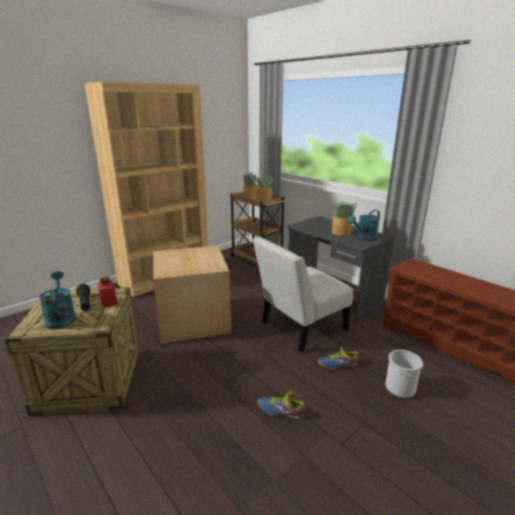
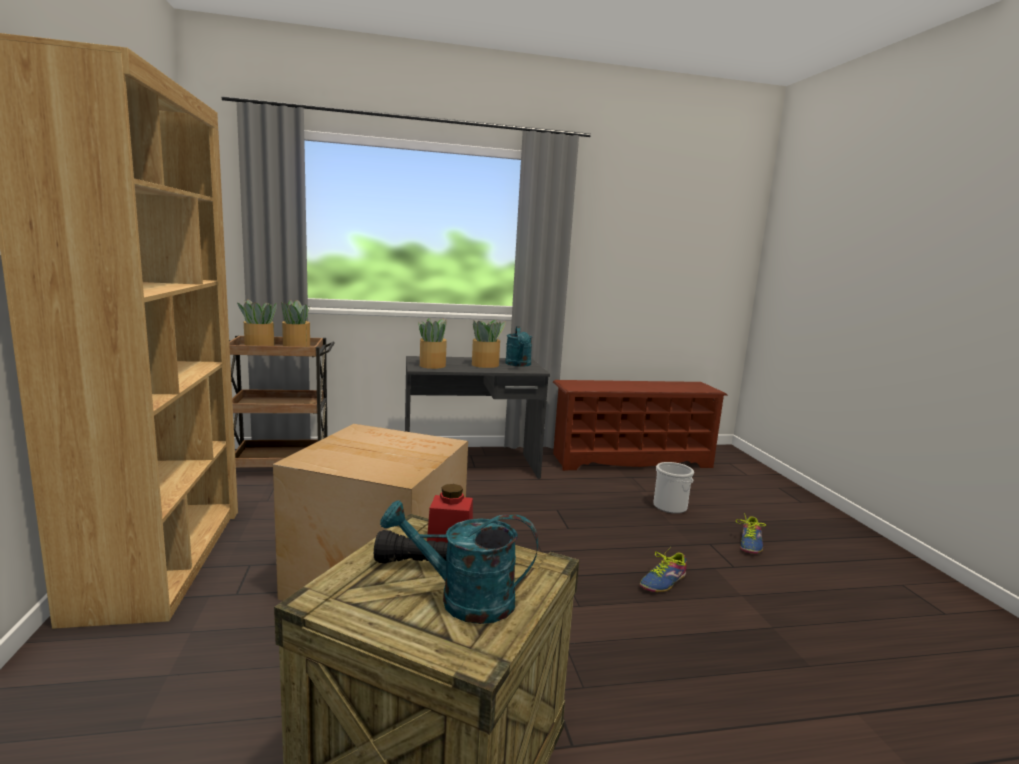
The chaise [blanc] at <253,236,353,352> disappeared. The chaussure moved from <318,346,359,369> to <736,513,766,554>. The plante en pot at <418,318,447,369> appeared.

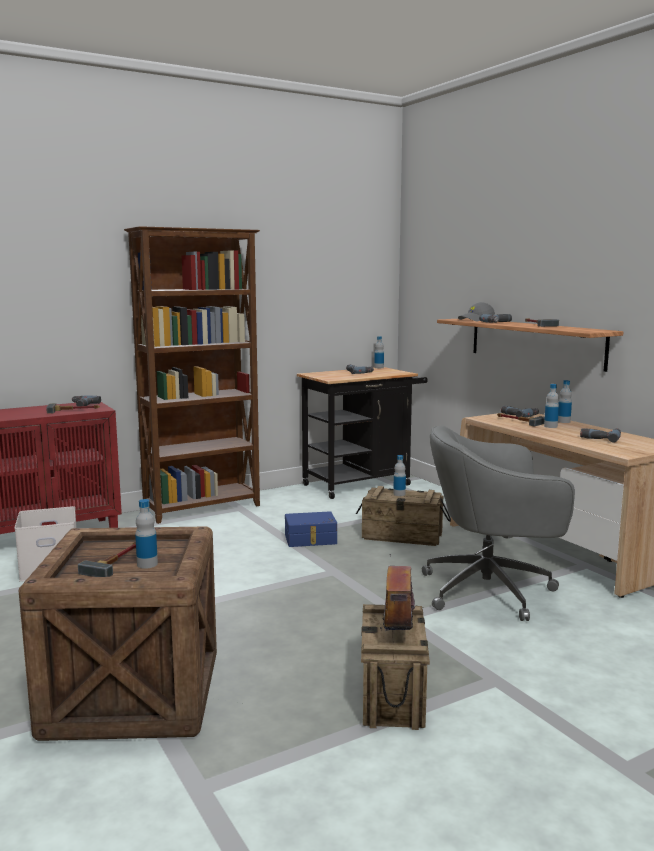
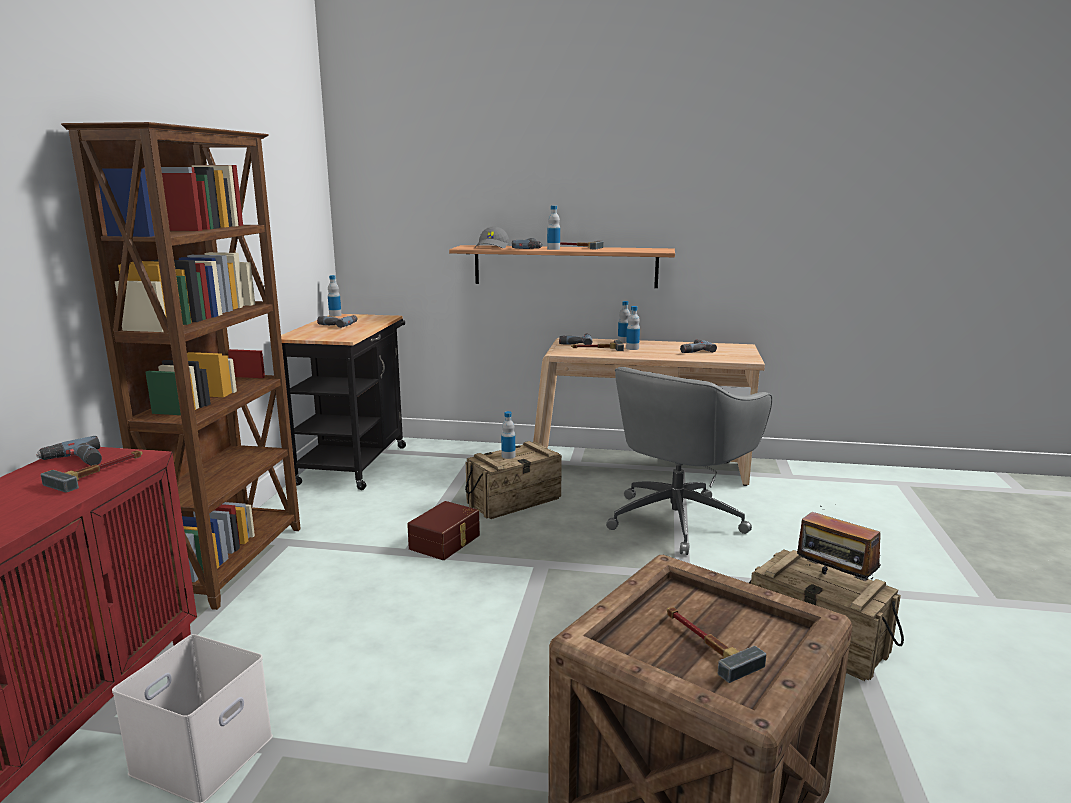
The bouteille moved from <135,499,158,569> to <547,205,560,250>. The boîte de rangement [bleu] at <285,511,337,547> became the boîte de rangement [marron] at <407,501,480,560>.

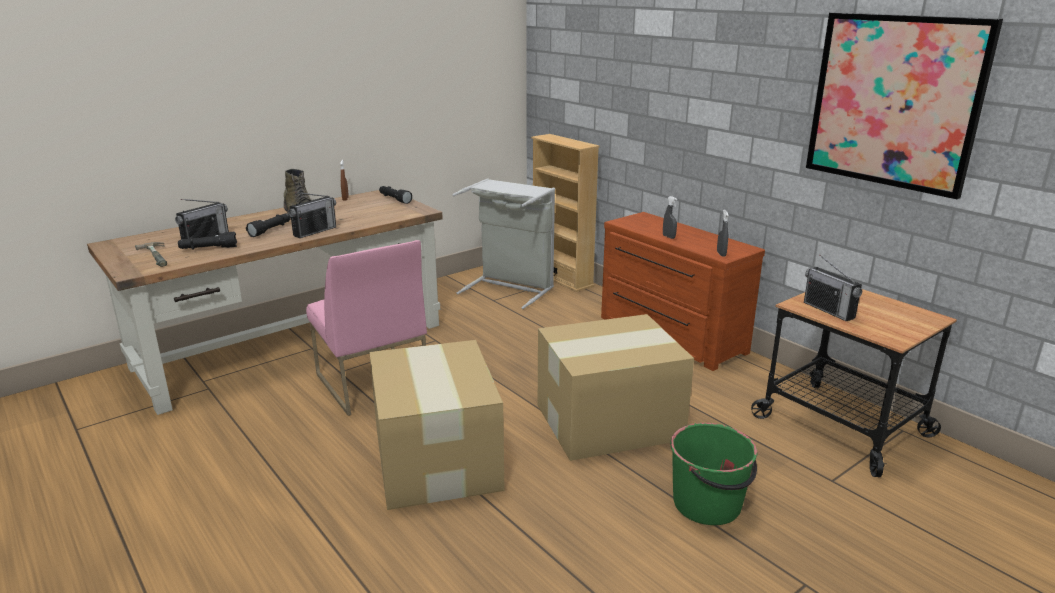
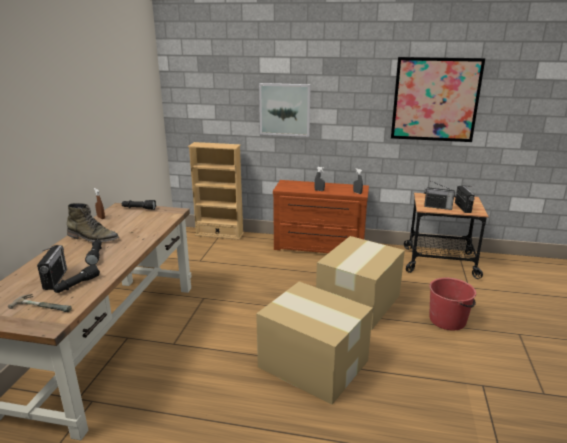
The panier à linge [gris] at <452,178,555,309> disappeared. The radio moved from <289,192,336,238> to <455,185,475,213>. The chaise [rose] at <306,240,427,416> disappeared. The seau [vert] at <670,423,757,525> became the seau [rouge] at <429,278,476,331>. The tableau at <259,83,311,137> appeared.

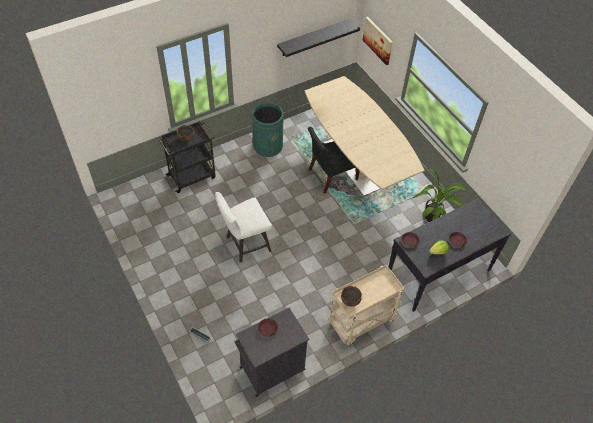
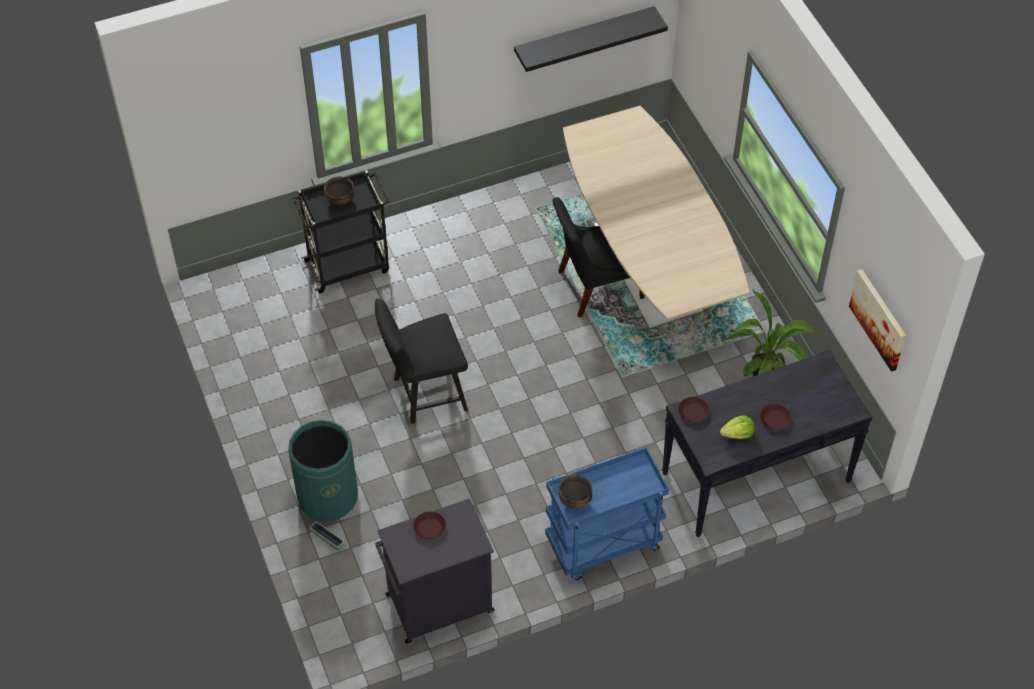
The tableau moved from <363,17,393,65> to <849,269,906,372>. The poubelle [vert] moved from <252,103,284,157> to <288,420,358,521>. The tabouret [blanc] at <215,192,272,262> was replaced by the chaise [noir] at <375,299,468,424>. The chariot [beige] at <328,264,405,345> became the chariot [bleu] at <545,447,669,580>.

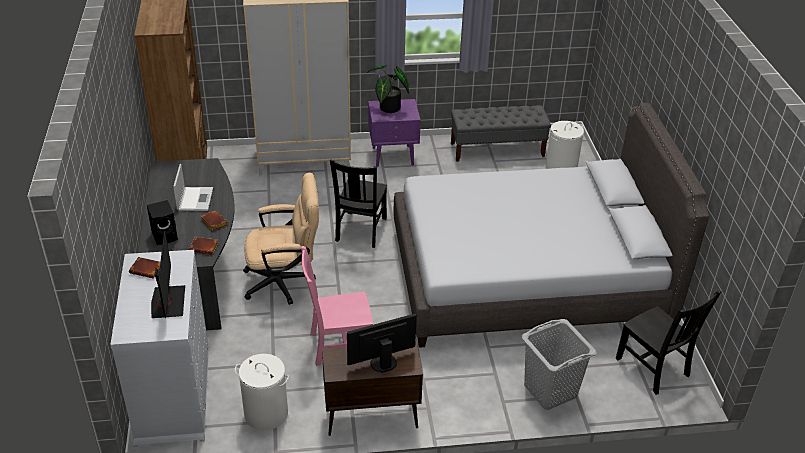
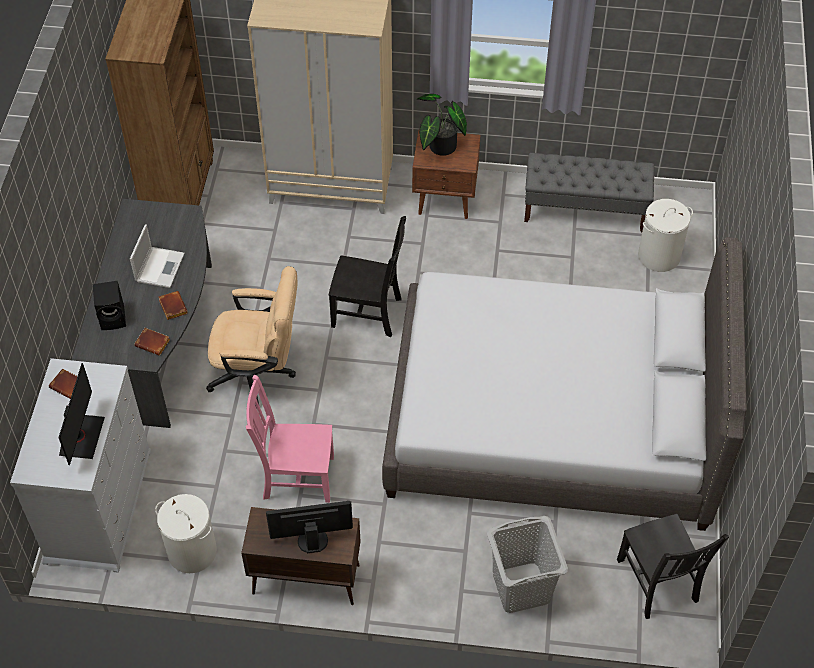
The table de chevet [violet] at <368,99,421,167> became the table de chevet [marron] at <412,129,481,219>. The chaise [noir] at <330,160,387,248> turned 105 degrees counterclockwise.

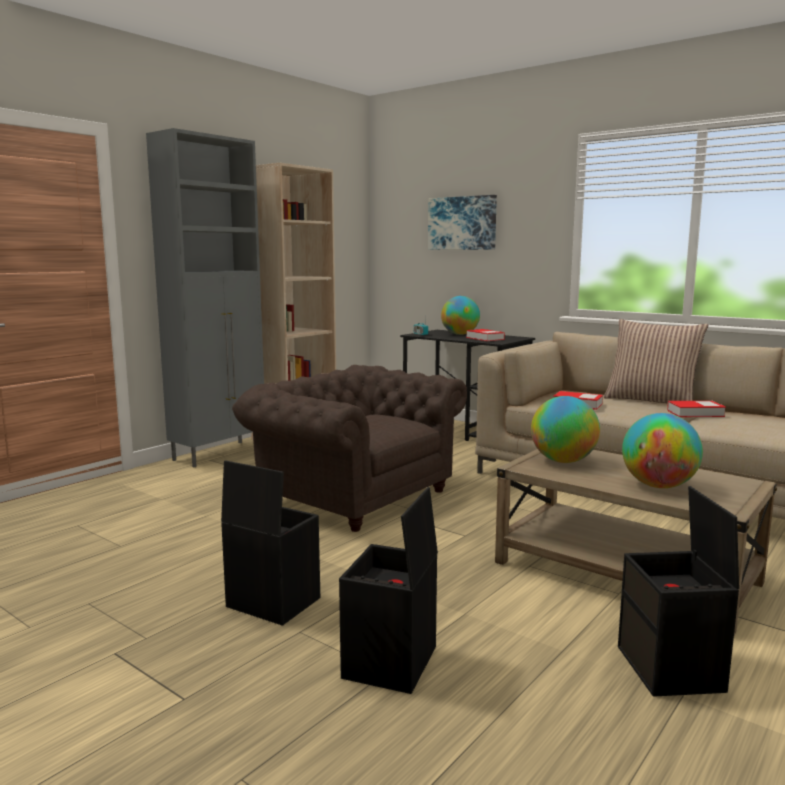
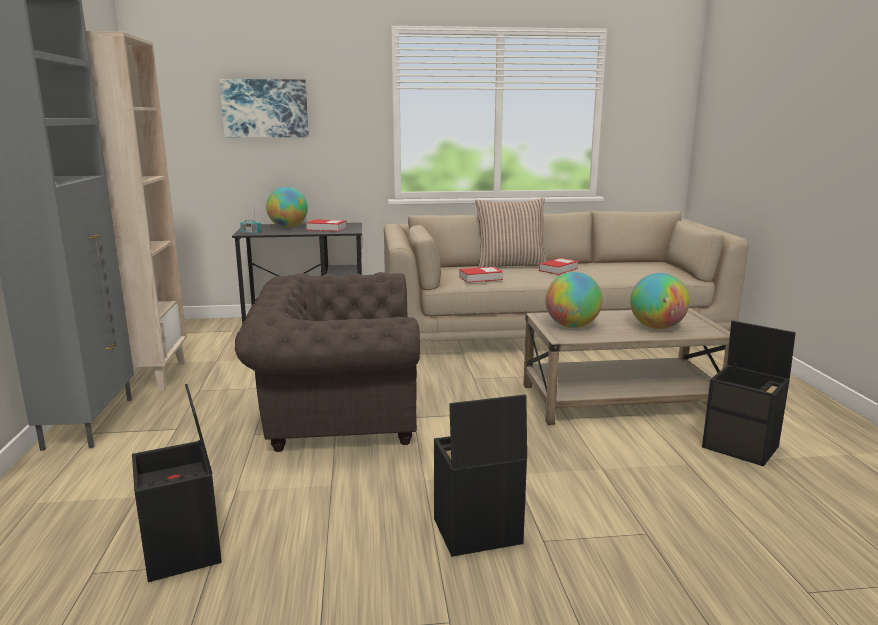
The boîte de rangement [noir] moved from <339,487,438,694> to <132,384,222,582>.

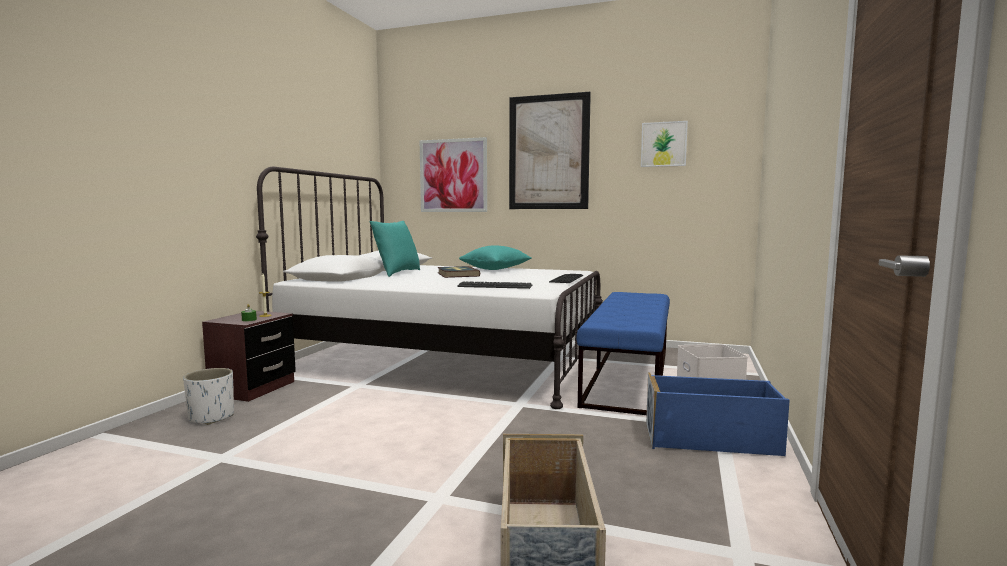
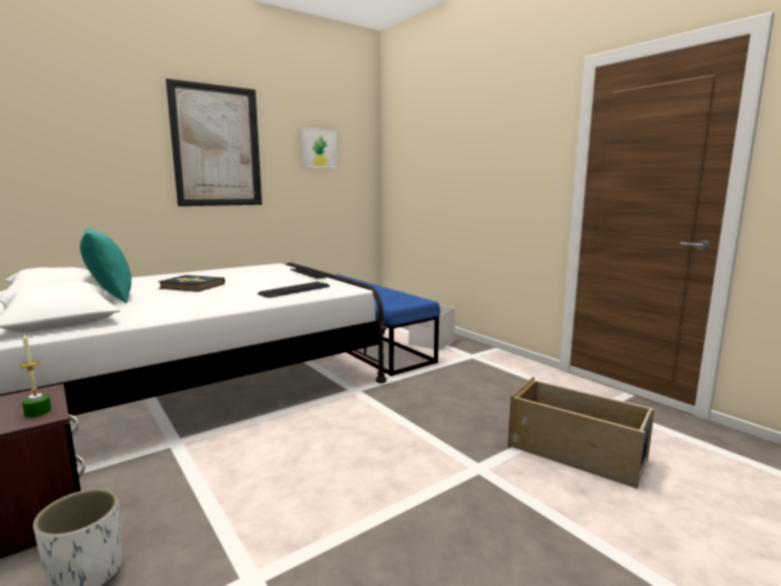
The tableau at <420,137,487,212> disappeared. The coussin [turquoise] at <459,245,532,270> disappeared. The boîte de rangement [bleu] at <646,372,790,456> disappeared.

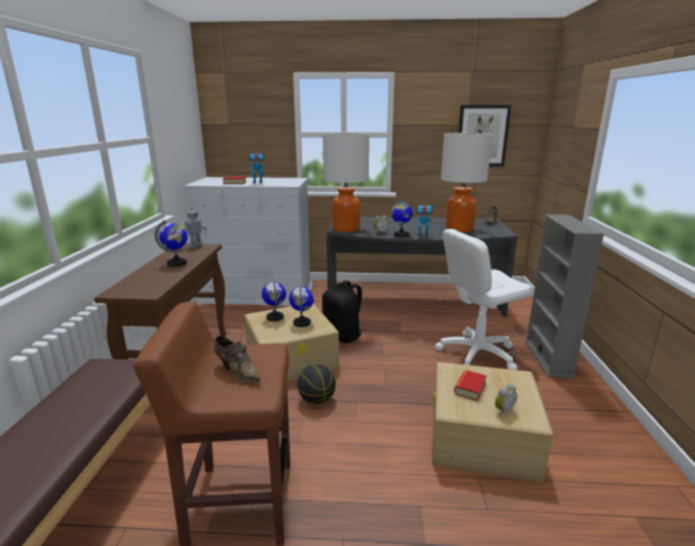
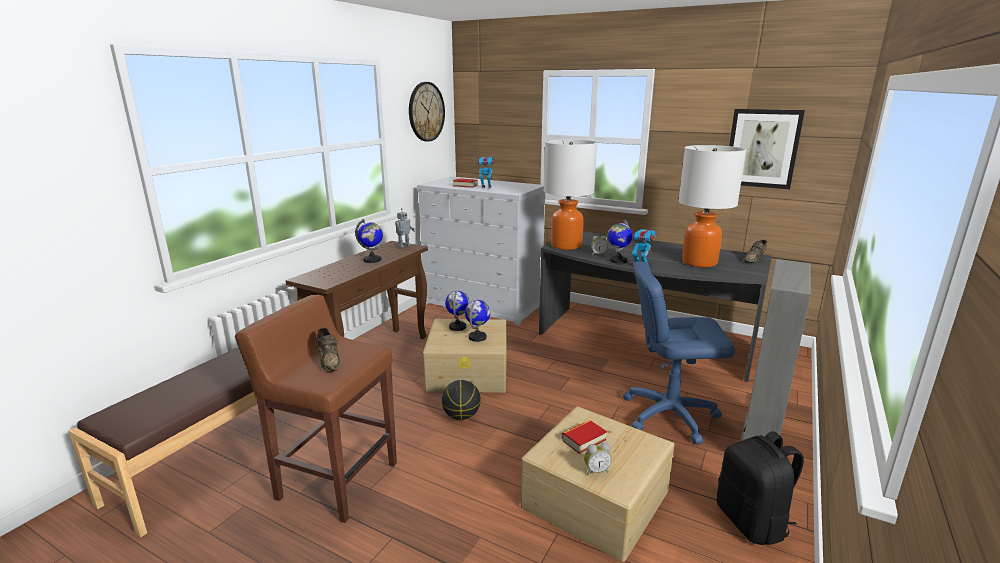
The chaise de bureau [blanc] at <435,229,532,370> became the chaise de bureau [bleu] at <623,261,735,444>. The sac à dos [noir] moved from <322,280,366,343> to <717,431,804,545>. The horloge murale at <409,82,445,142> appeared.

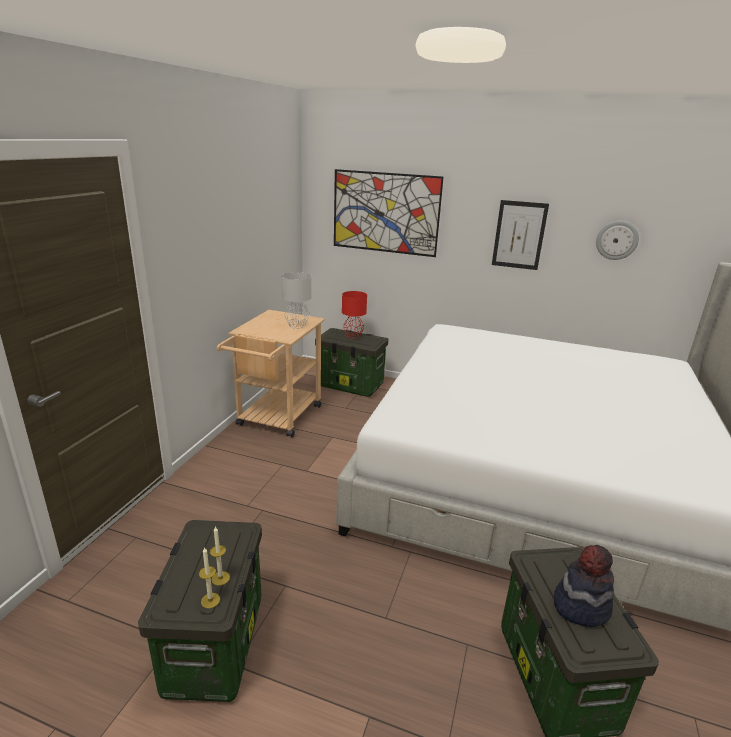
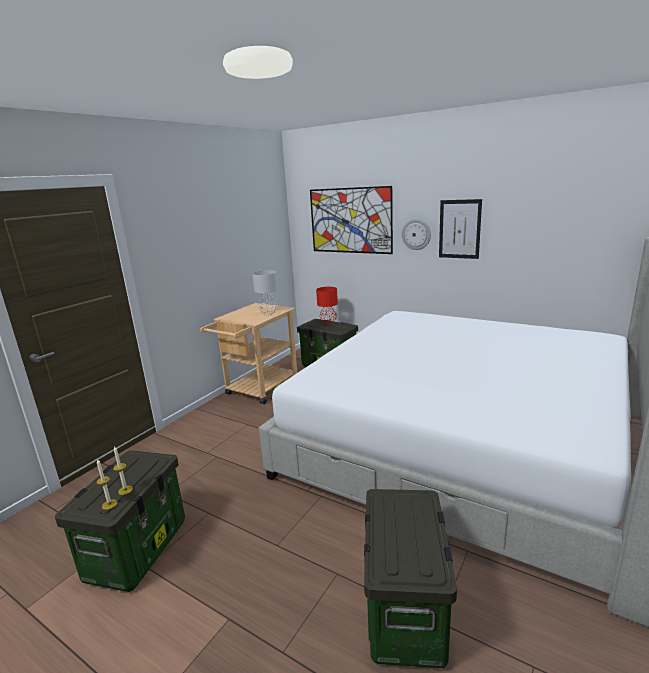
The horloge murale moved from <596,221,639,260> to <402,219,431,250>. The chapeau at <554,545,614,627> disappeared.

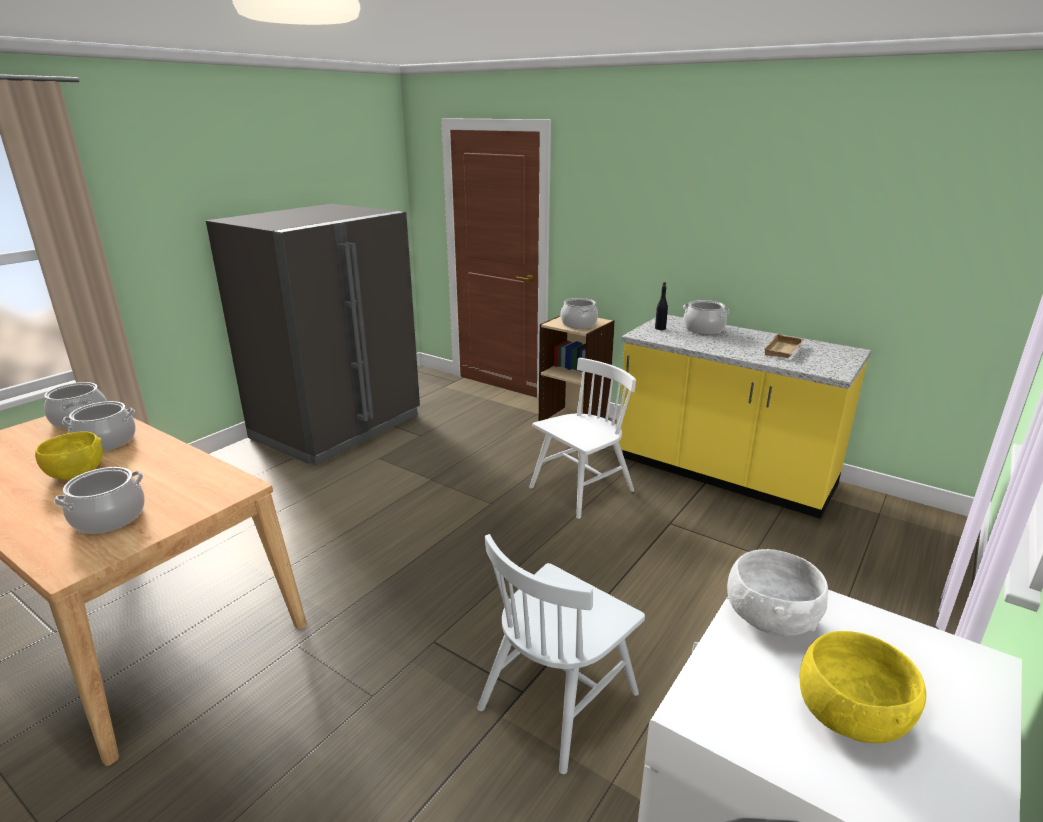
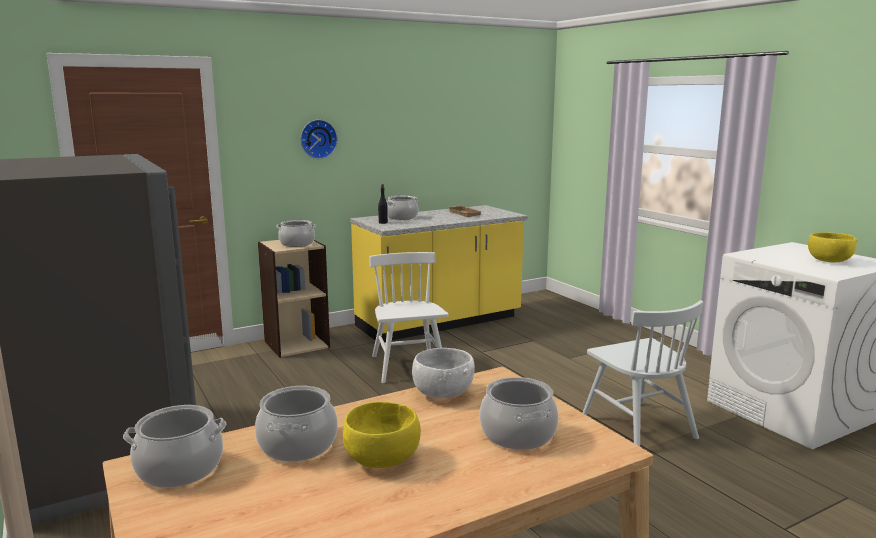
The bol [blanc] moved from <727,549,828,636> to <412,348,475,398>. The horloge murale at <300,120,338,159> appeared.

